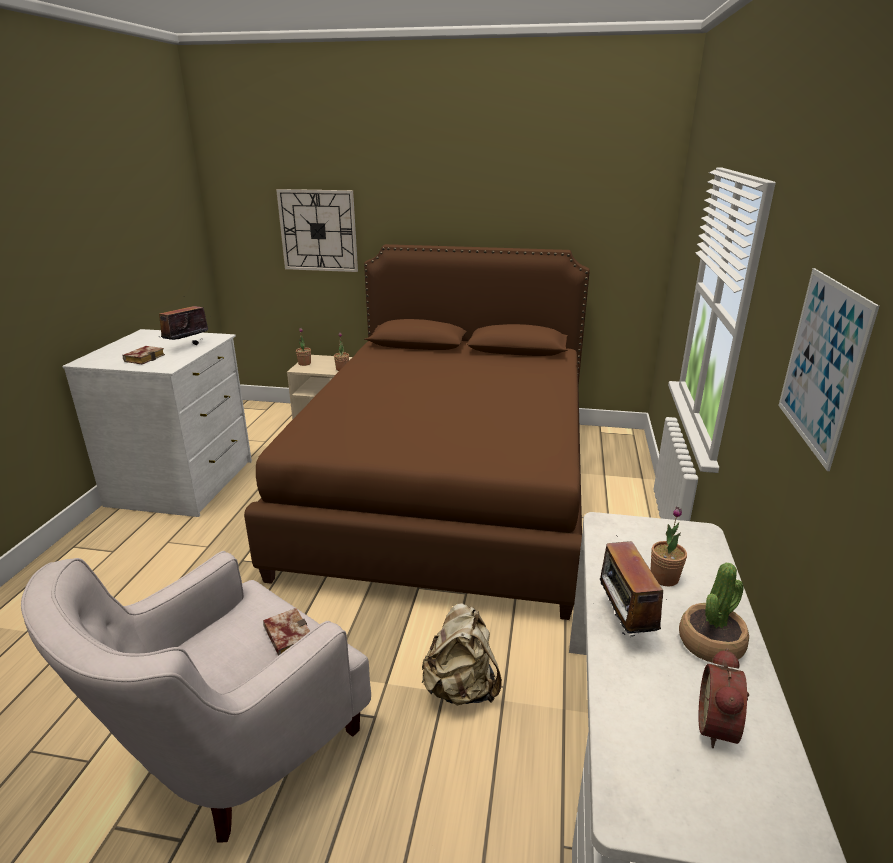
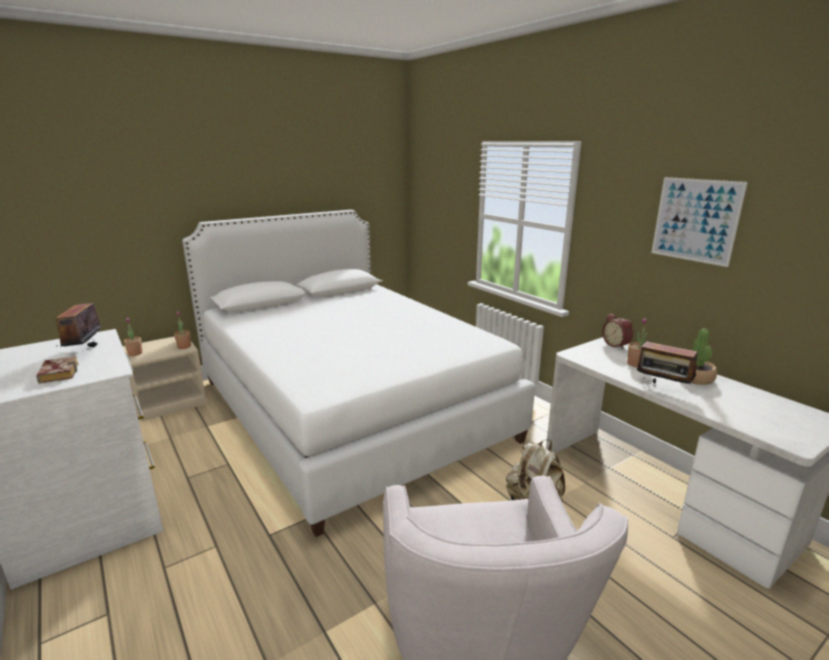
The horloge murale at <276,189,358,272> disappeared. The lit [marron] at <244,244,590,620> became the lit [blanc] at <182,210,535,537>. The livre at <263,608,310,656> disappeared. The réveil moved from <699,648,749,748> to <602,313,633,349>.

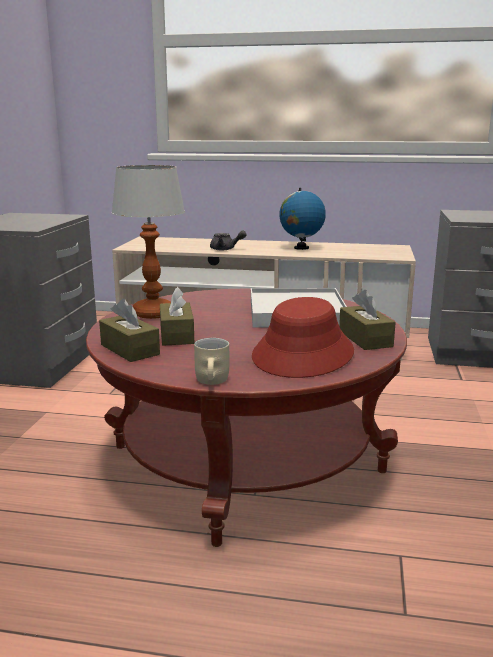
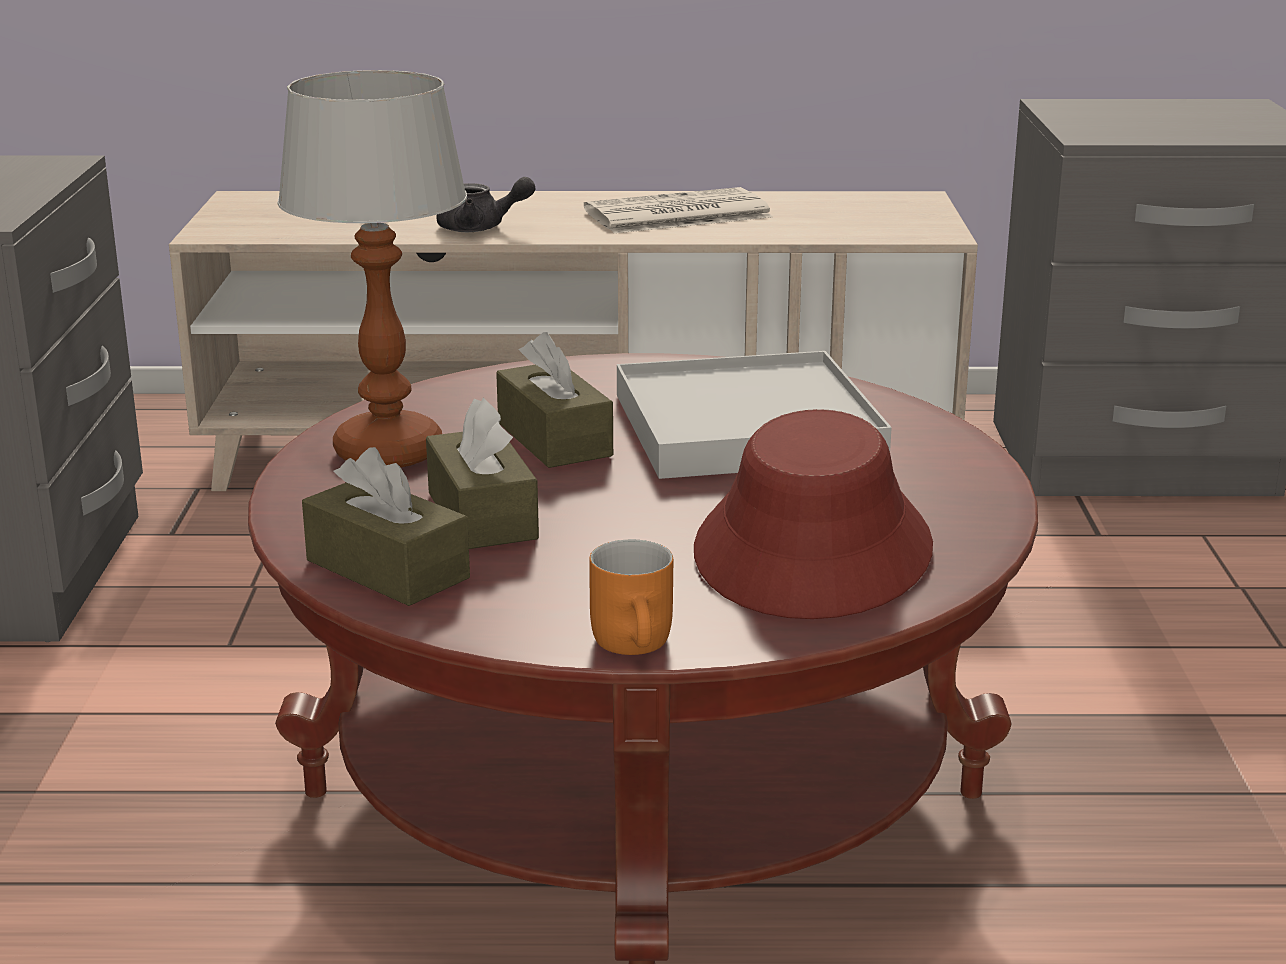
The globe at <279,188,326,250> was replaced by the journal at <584,187,773,233>. The boîte à mouchoirs [marron] moved from <339,290,396,350> to <496,332,613,468>. The mug [beige] at <194,338,229,385> became the mug [orange] at <589,539,673,655>.

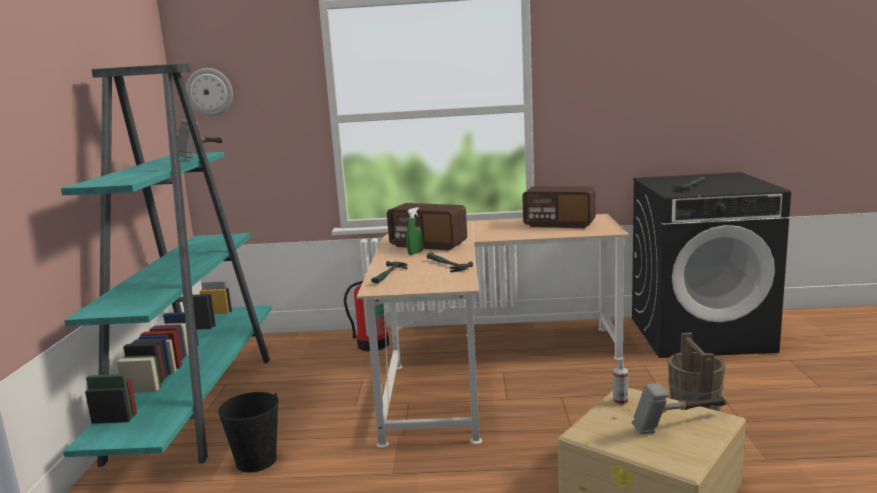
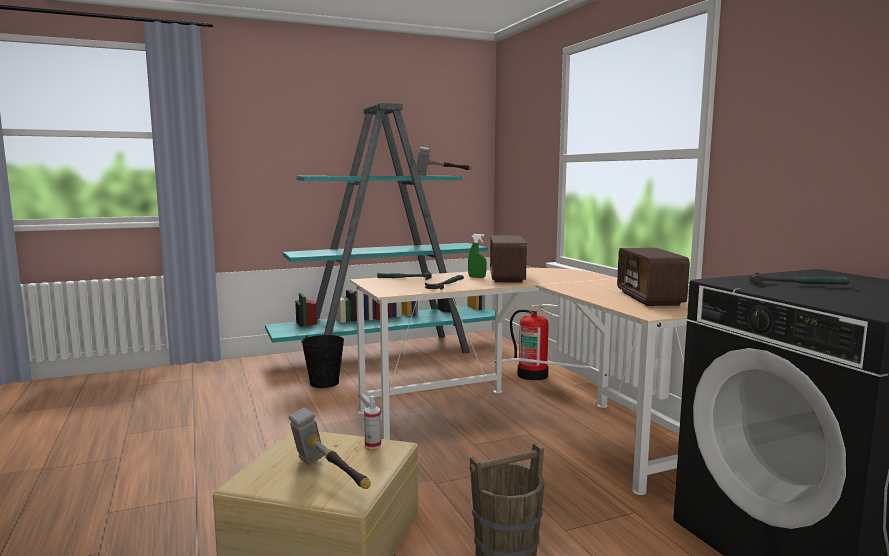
The horloge murale at <186,68,233,116> disappeared.

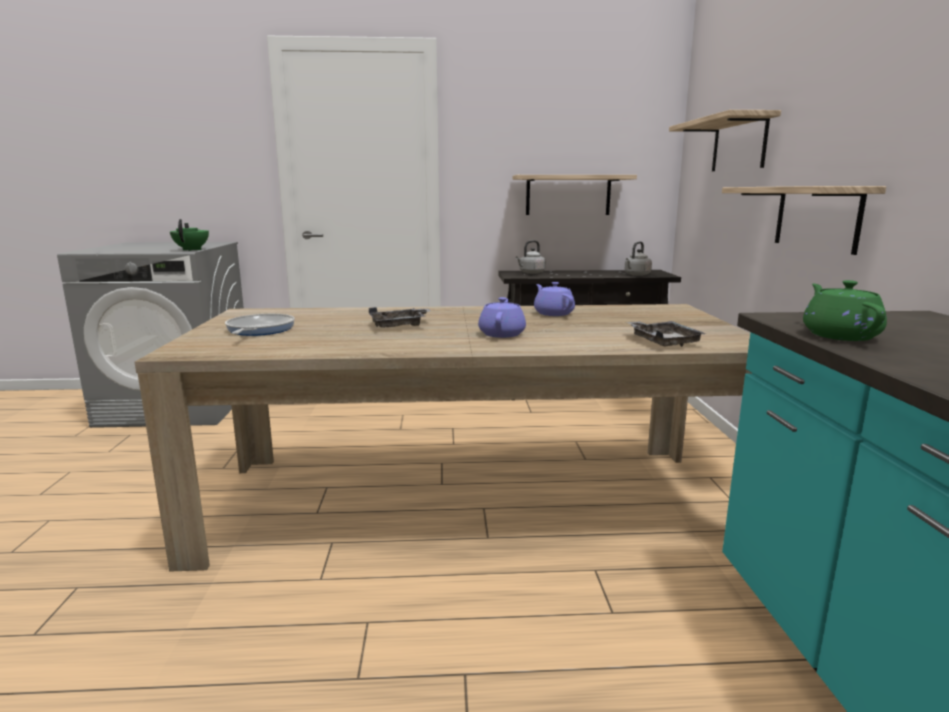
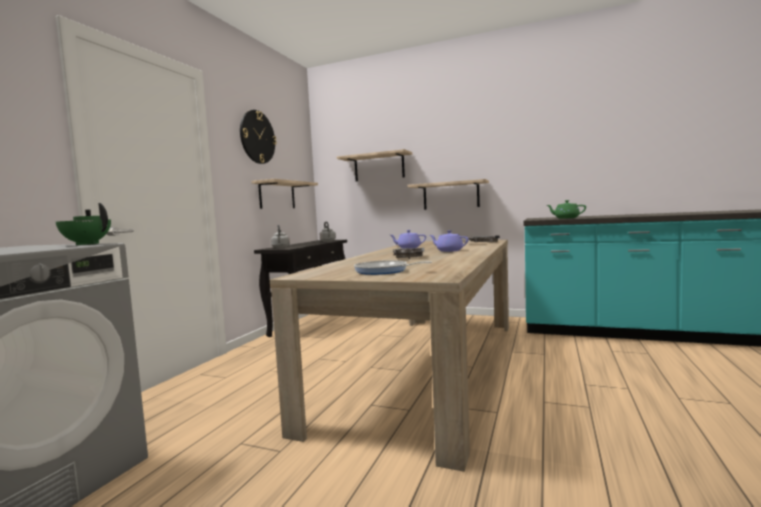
The horloge murale at <240,110,277,164> appeared.

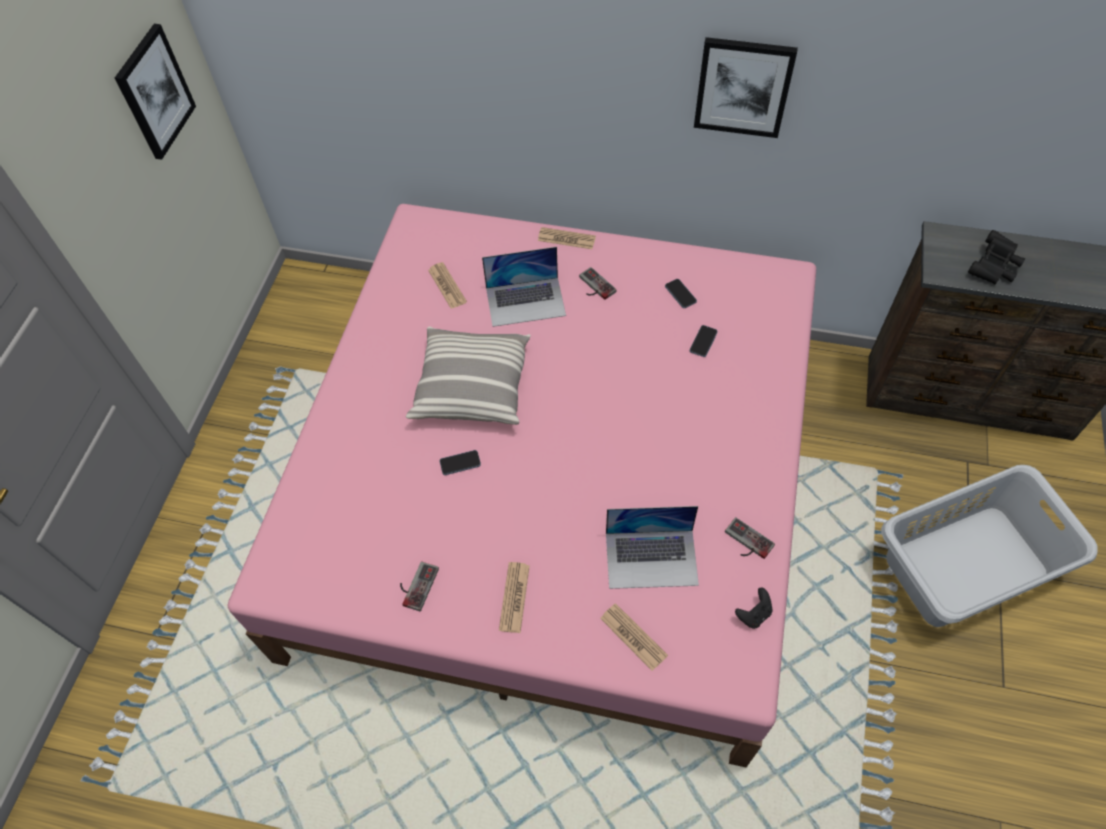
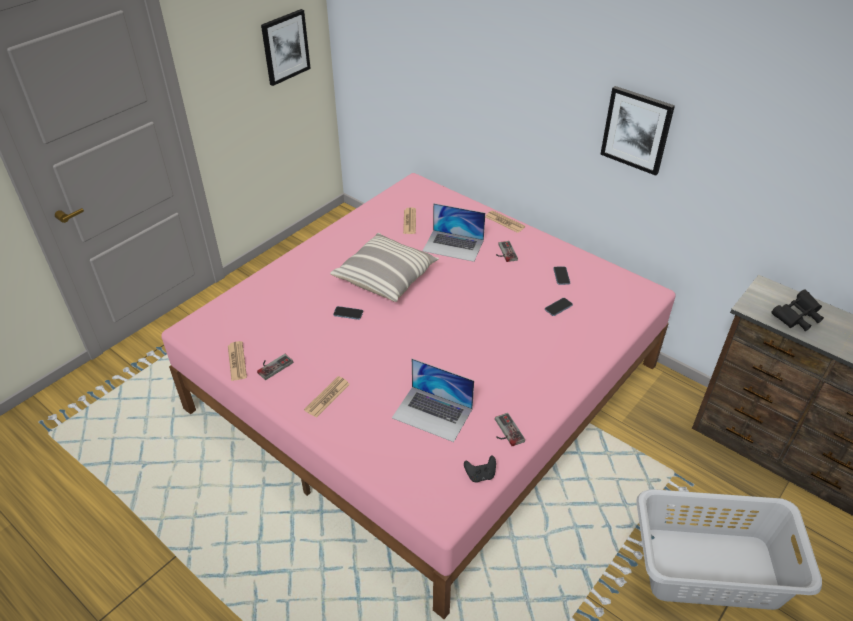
The journal moved from <600,603,668,671> to <228,341,247,381>.

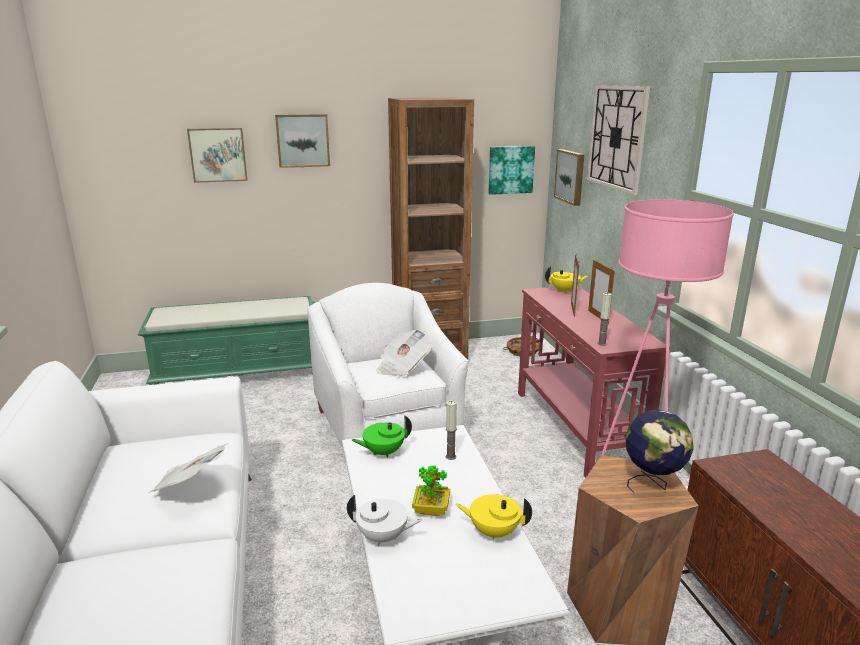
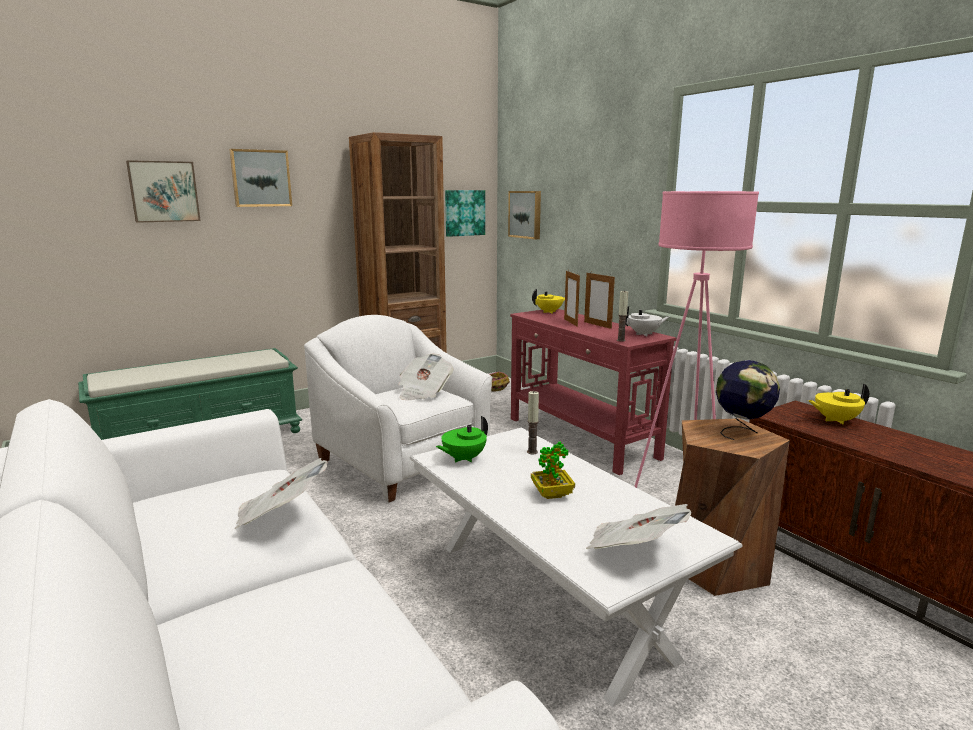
The horloge murale at <587,85,650,195> disappeared. The théière [jaune] moved from <456,494,532,540> to <808,383,869,424>. The théière [blanc] moved from <347,495,422,546> to <626,306,669,336>. The journal at <586,504,692,549> appeared.

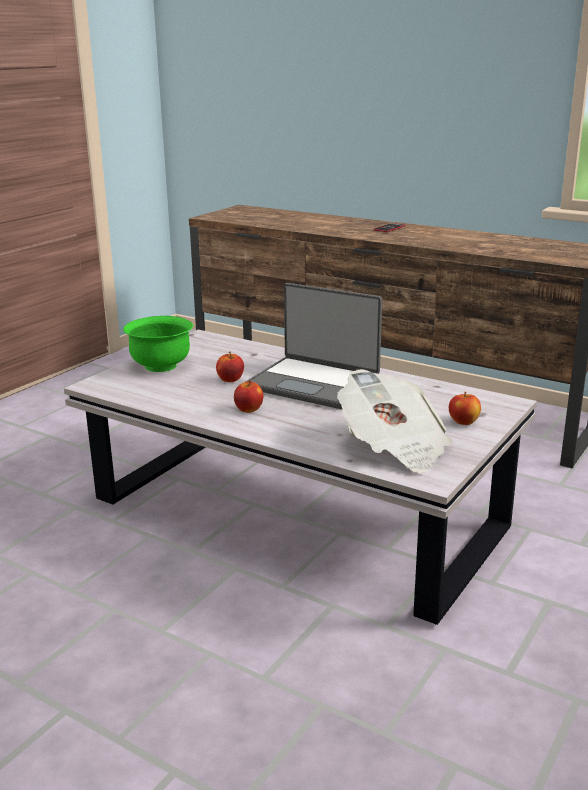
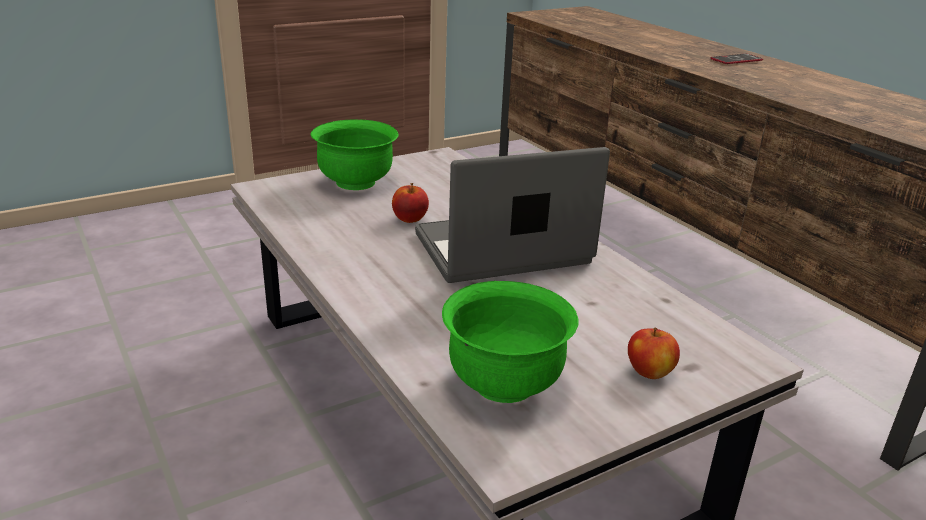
The ordinateur portable at <245,283,382,409> turned 105 degrees clockwise. The journal at <337,369,453,474> was replaced by the bol [vert] at <442,281,579,403>. The pomme at <234,380,263,413> disappeared.

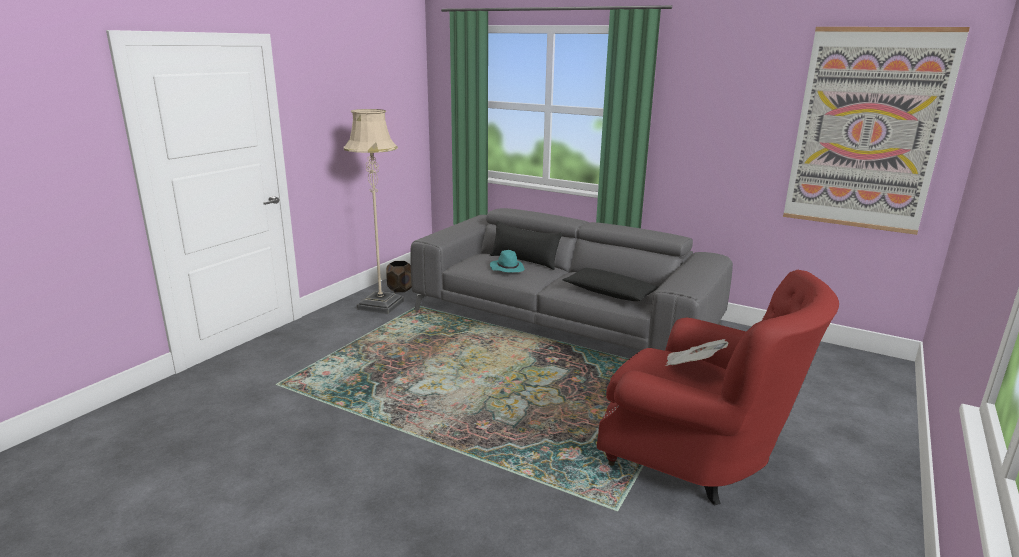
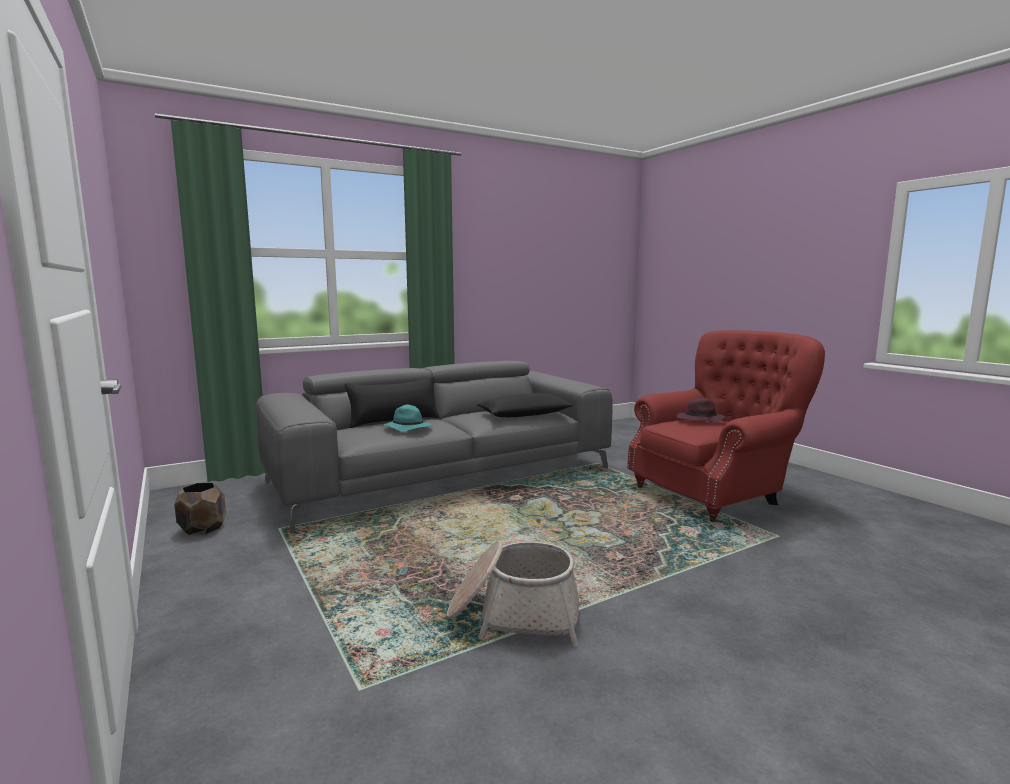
The tableau at <783,27,970,235> disappeared. The lampadaire [beige] at <344,109,404,314> disappeared. The journal at <665,339,729,366> was replaced by the chapeau [violet] at <676,397,725,423>. The panier at <447,541,579,647> appeared.

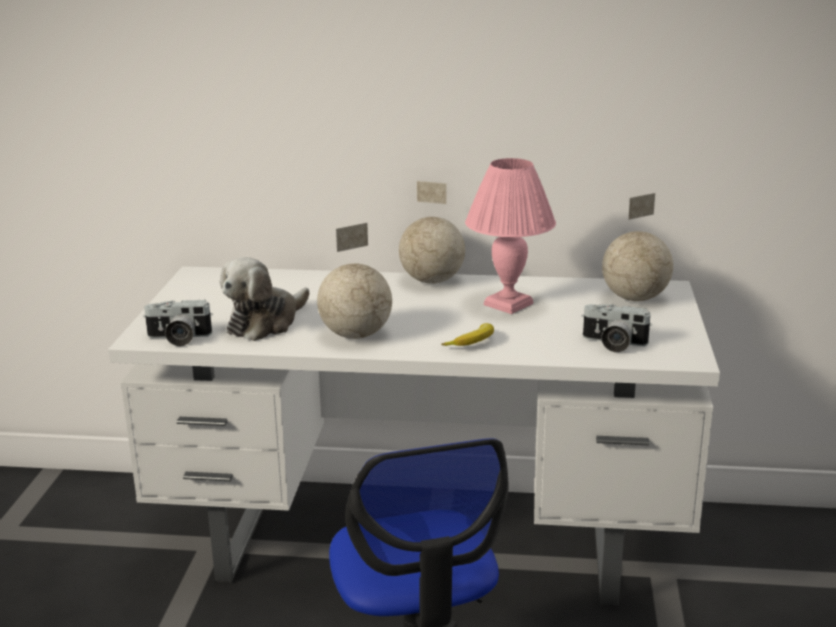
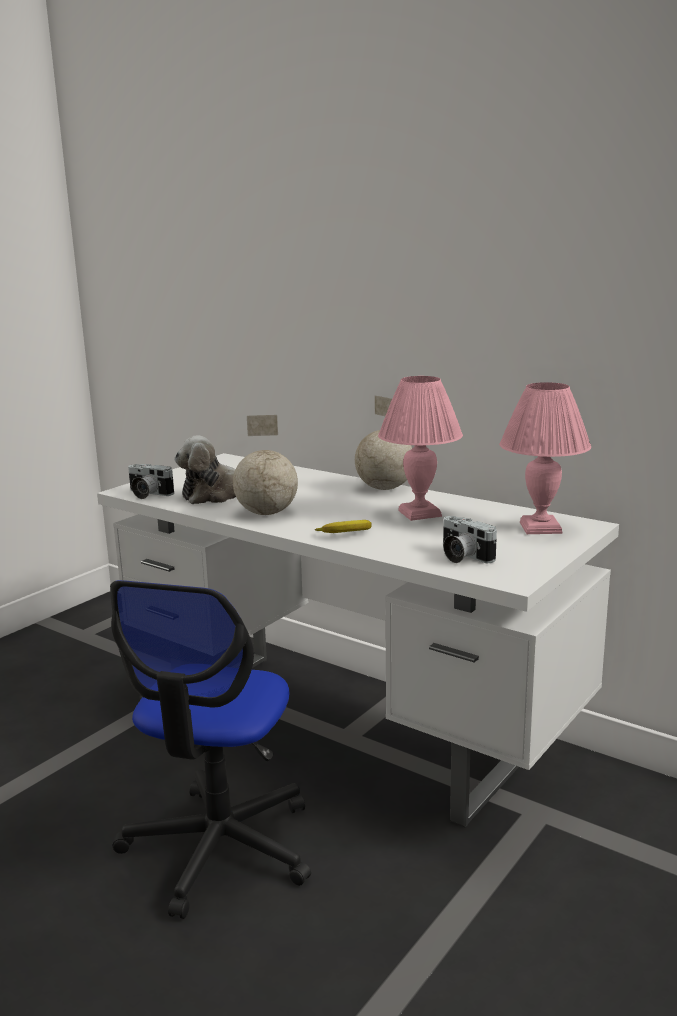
The globe at <602,193,673,301> was replaced by the lampe de table [rose] at <499,382,591,534>.

